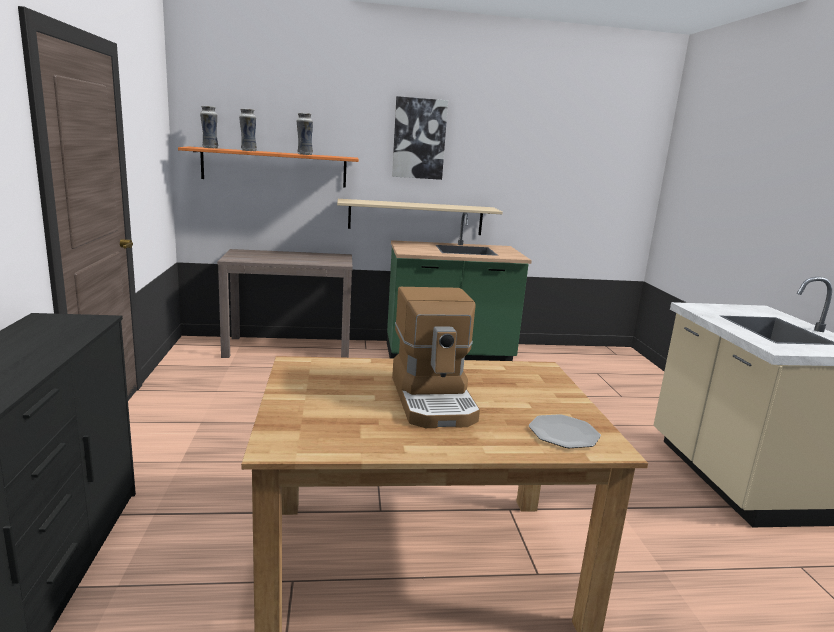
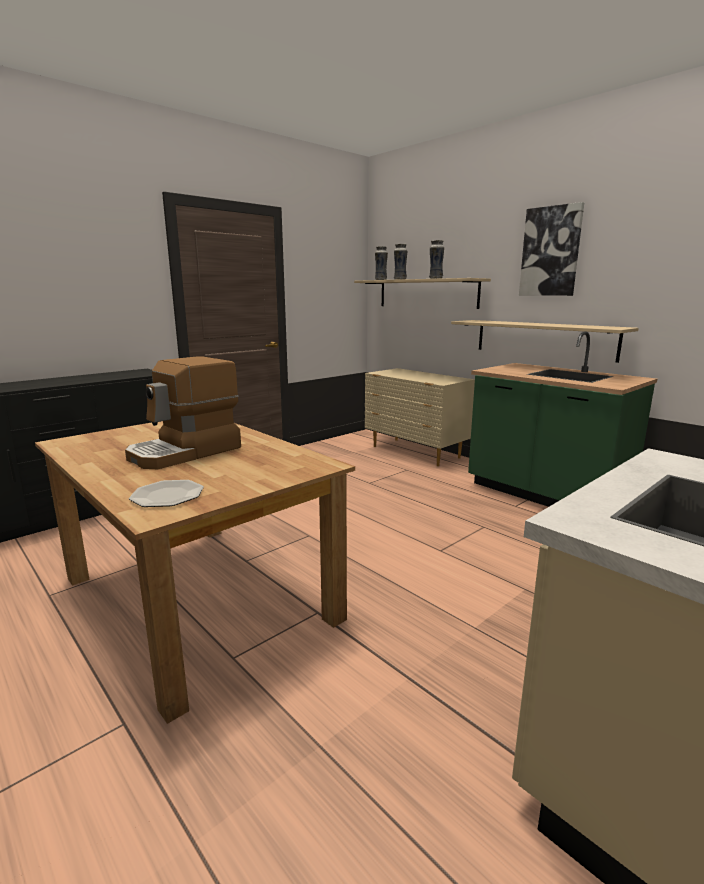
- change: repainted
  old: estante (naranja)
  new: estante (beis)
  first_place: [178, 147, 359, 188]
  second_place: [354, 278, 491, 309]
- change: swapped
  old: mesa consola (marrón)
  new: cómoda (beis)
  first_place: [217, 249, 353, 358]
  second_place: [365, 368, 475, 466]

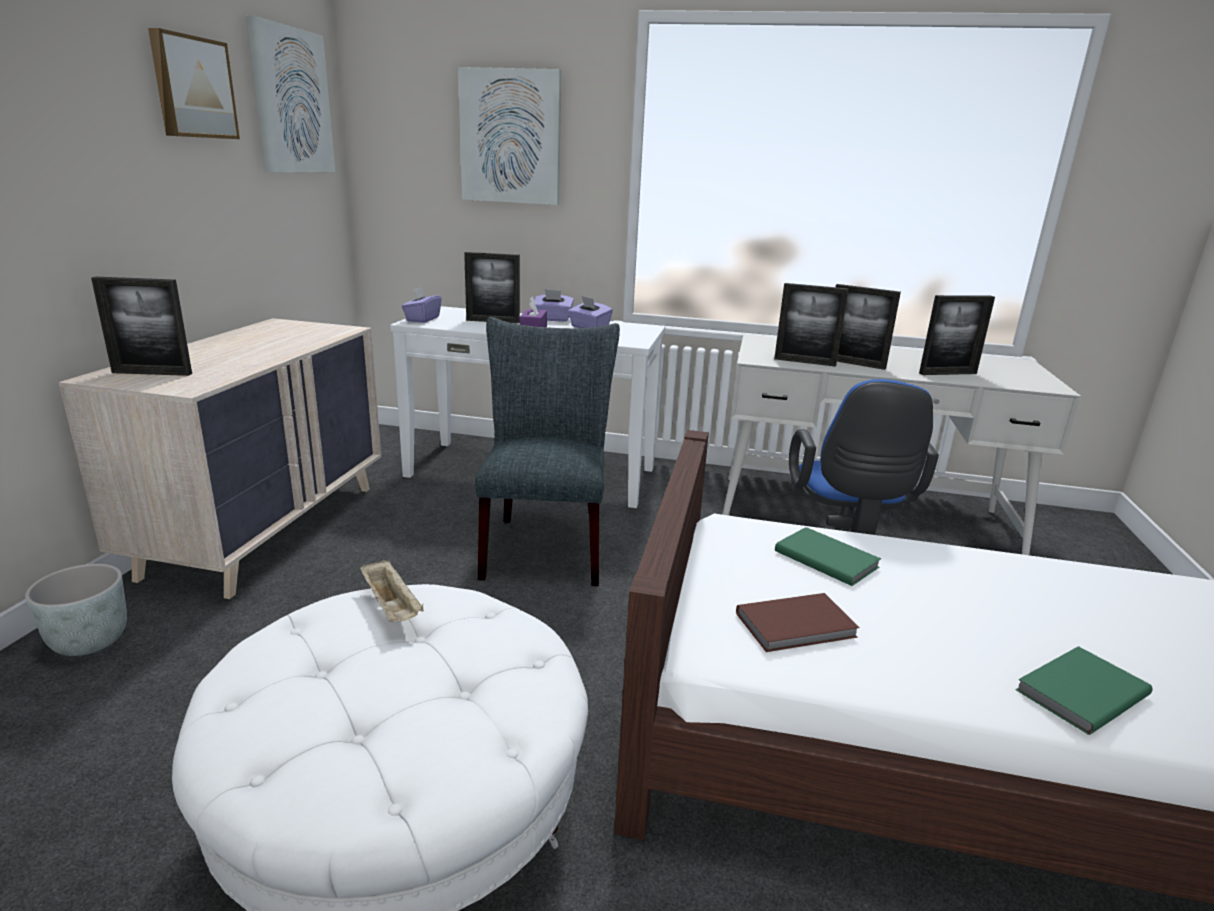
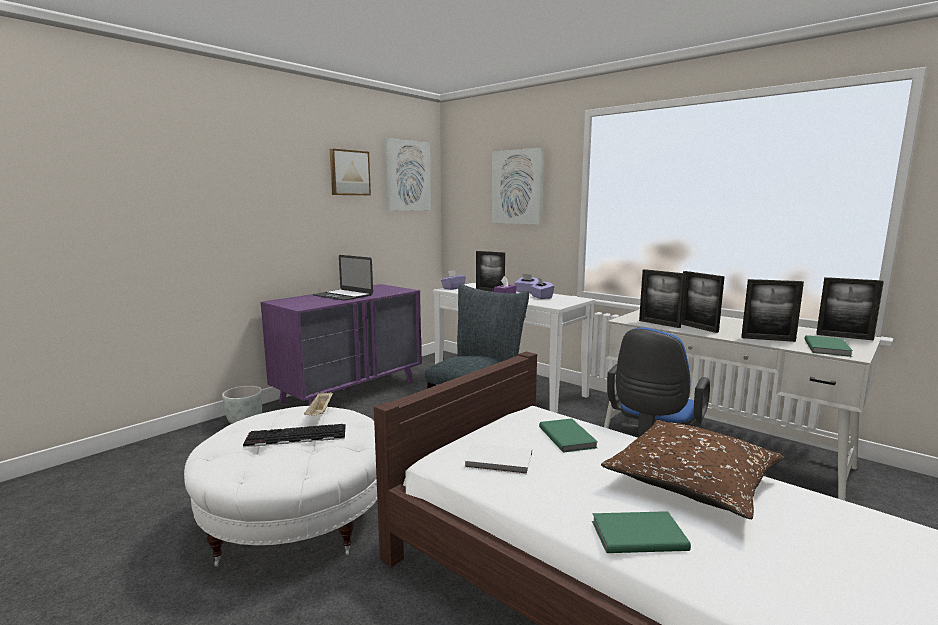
- change: new
  new: teclado
  second_place: [243, 424, 346, 447]
- change: repainted
  old: cómoda (beis)
  new: cómoda (morado)
  first_place: [59, 318, 381, 599]
  second_place: [261, 284, 422, 406]
- change: new
  new: portátil
  second_place: [313, 255, 373, 301]
- change: repainted
  old: libro (marrón)
  new: libro (blanco)
  first_place: [736, 593, 860, 652]
  second_place: [464, 443, 532, 475]
- change: new
  new: cojín (marrón)
  second_place: [601, 420, 783, 519]
- change: new
  new: libro (verde)
  second_place: [804, 335, 853, 357]
- change: shifted
  old: portarretratos
  first_place: [91, 277, 192, 376]
  second_place: [816, 277, 884, 340]

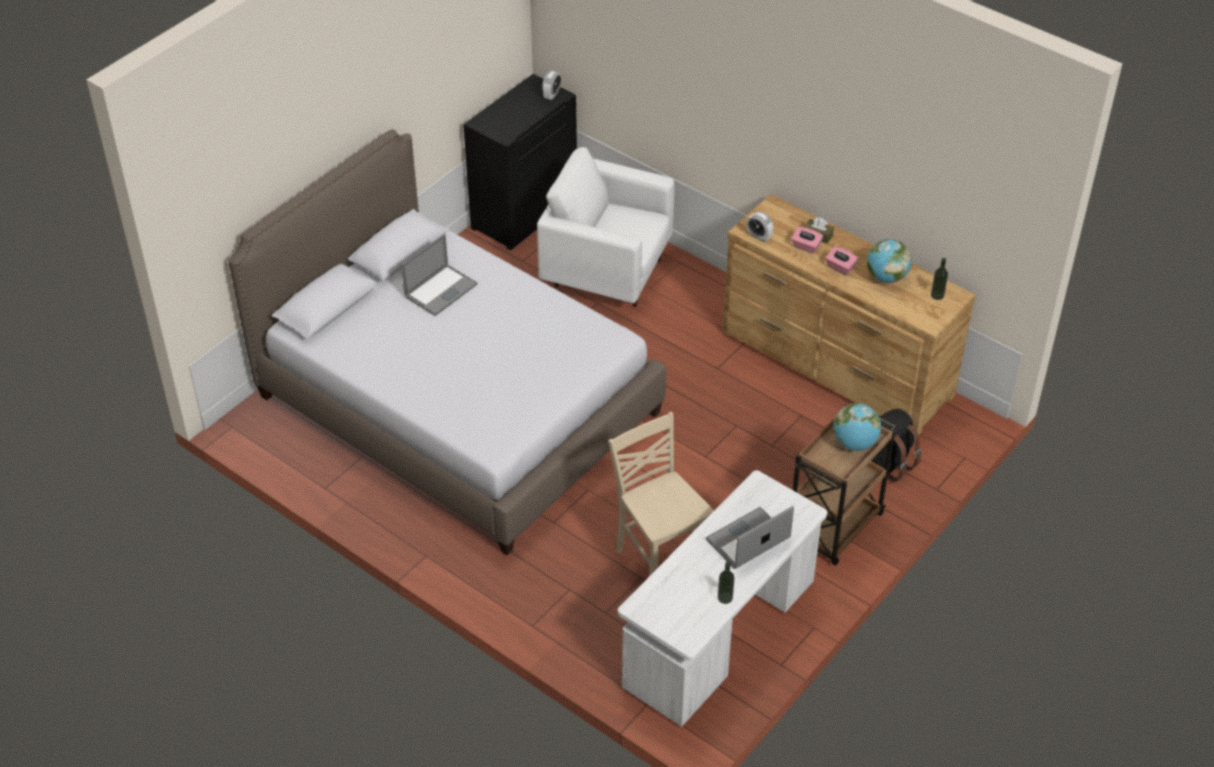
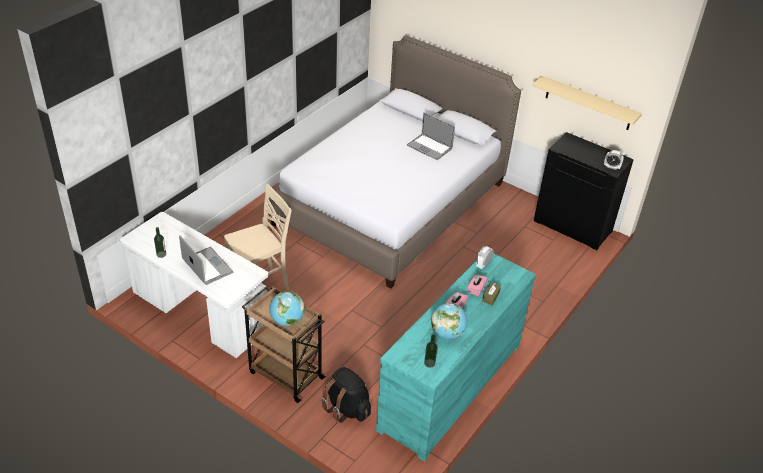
- change: repainted
  old: cómoda (marrón)
  new: cómoda (turquesa)
  first_place: [722, 194, 976, 434]
  second_place: [376, 253, 536, 461]
- change: new
  new: estante (beis)
  second_place: [533, 76, 642, 130]
- change: gone
  old: sillón (blanco)
  first_place: [537, 147, 675, 307]

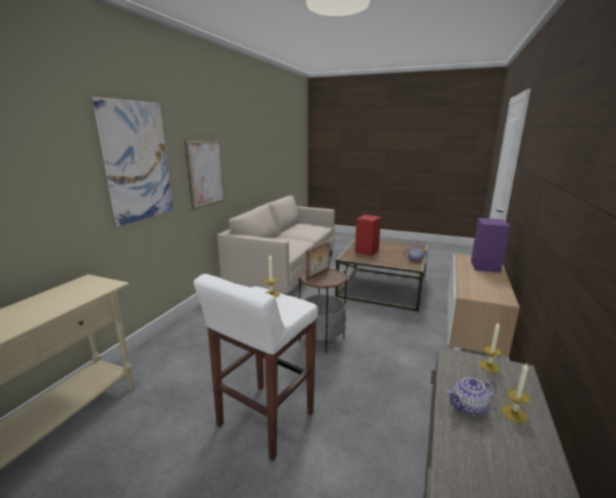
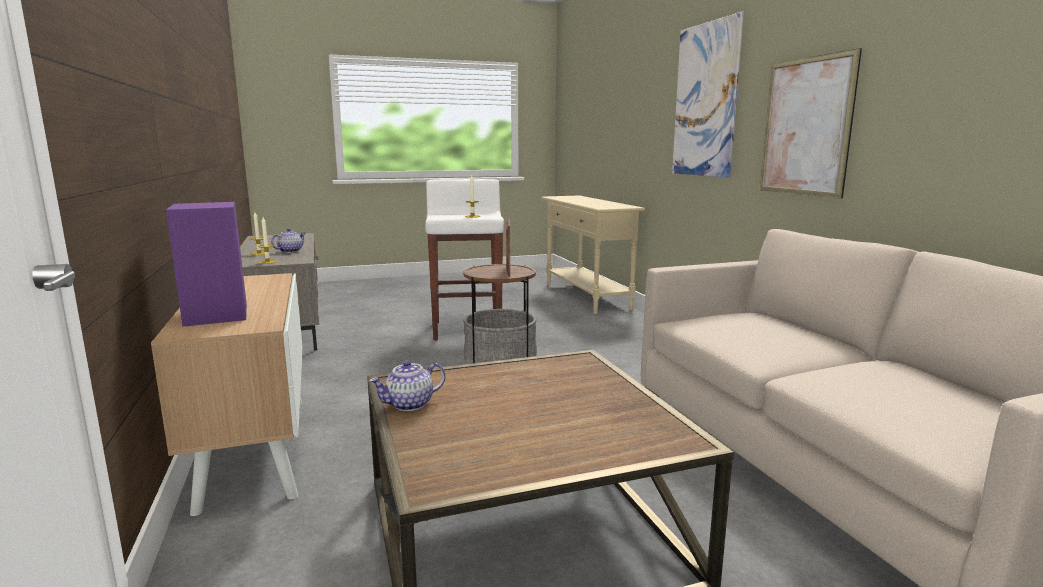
- change: gone
  old: altavoz (rojo)
  first_place: [355, 215, 381, 256]

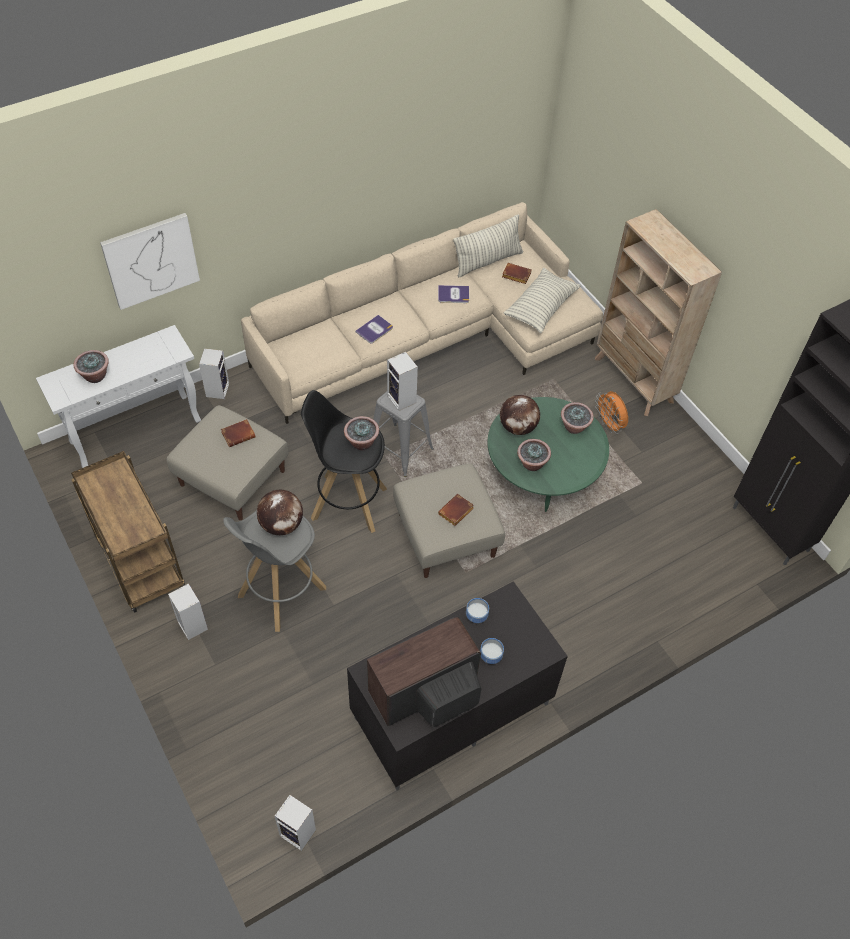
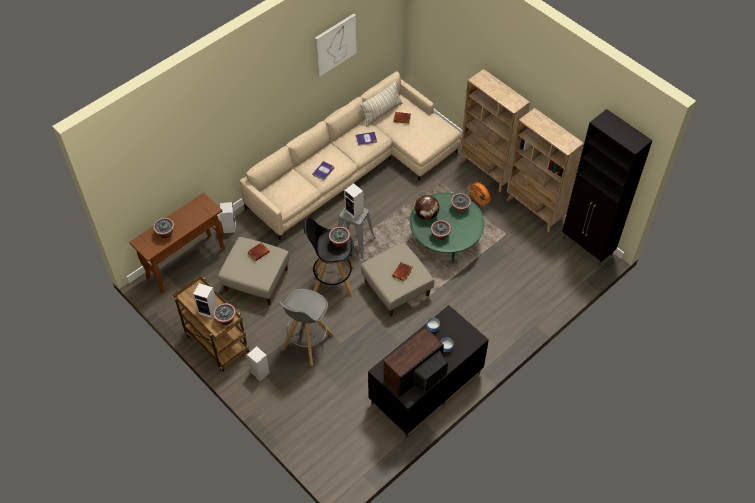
- change: repainted
  old: mesa consola (blanco)
  new: mesa consola (marrón)
  first_place: [36, 325, 201, 468]
  second_place: [129, 192, 226, 293]
- change: shifted
  old: altavoz
  first_place: [275, 795, 316, 851]
  second_place: [193, 283, 217, 318]
- change: new
  new: planta en maceta
  second_place: [213, 303, 236, 325]
- change: shifted
  old: cuadro
  first_place: [100, 213, 200, 310]
  second_place: [315, 13, 357, 77]
- change: new
  new: estantería (beis)
  second_place: [507, 108, 584, 233]
- change: gone
  old: globo terráqueo
  first_place: [257, 490, 303, 535]
- change: gone
  old: cojín
  first_place: [504, 268, 581, 333]

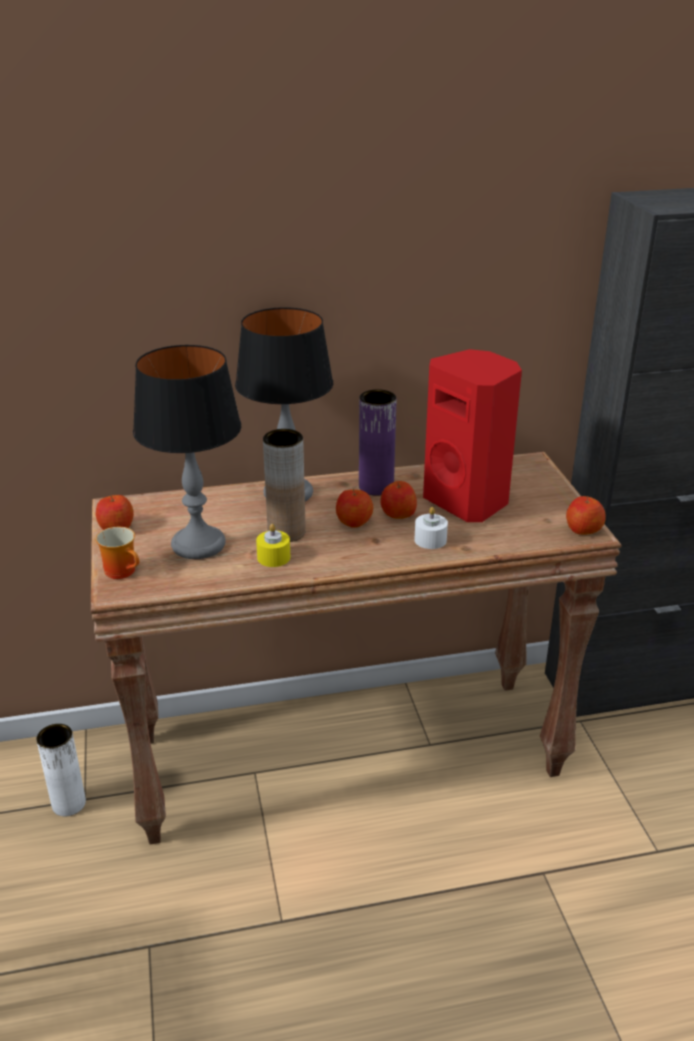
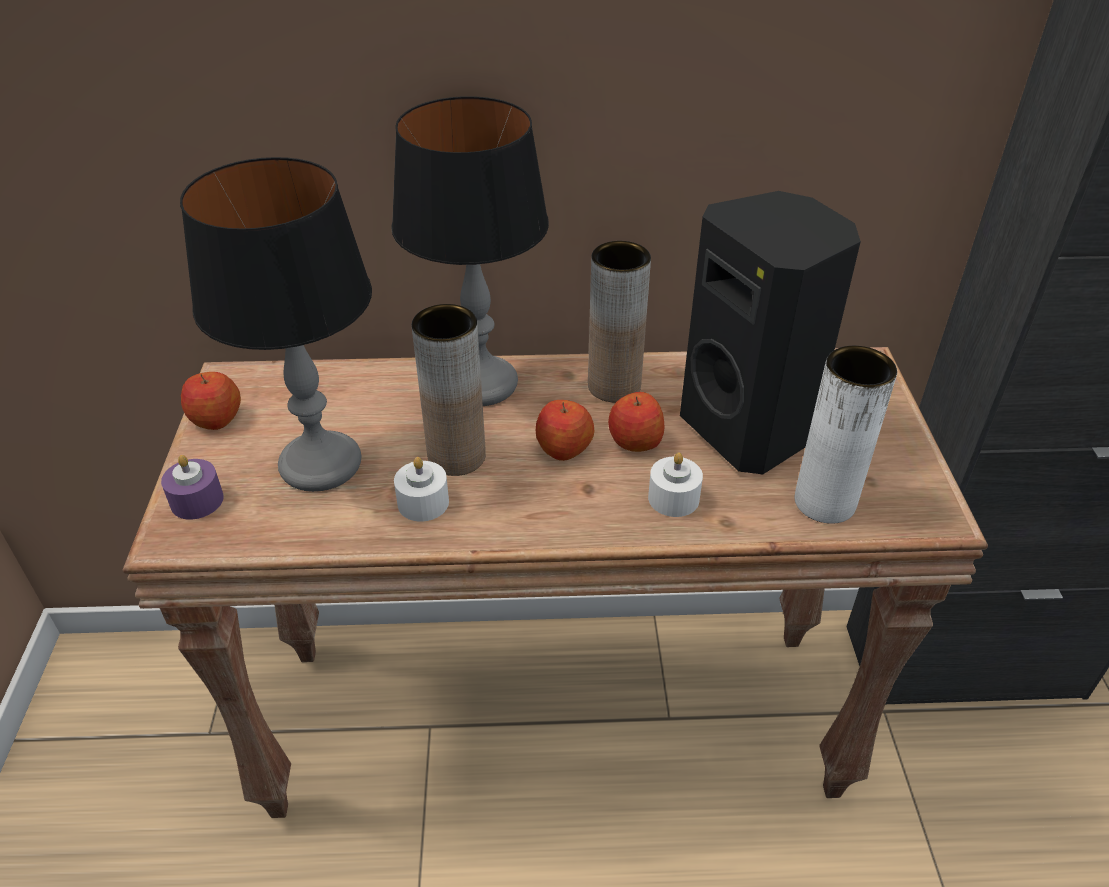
- change: swapped
  old: taza grande
  new: vela (morado)
  first_place: [96, 527, 139, 579]
  second_place: [161, 455, 224, 519]
- change: repainted
  old: vela (amarillo)
  new: vela (blanco)
  first_place: [256, 524, 290, 567]
  second_place: [394, 457, 449, 522]
- change: repainted
  old: florero (morado)
  new: florero (marrón)
  first_place: [359, 389, 397, 496]
  second_place: [588, 241, 651, 402]
- change: repainted
  old: altavoz (rojo)
  new: altavoz (negro)
  first_place: [423, 349, 522, 522]
  second_place: [680, 191, 861, 474]
- change: shifted
  old: florero (blanco)
  first_place: [36, 724, 86, 816]
  second_place: [794, 346, 897, 524]
- change: gone
  old: manzana
  first_place: [566, 496, 606, 535]

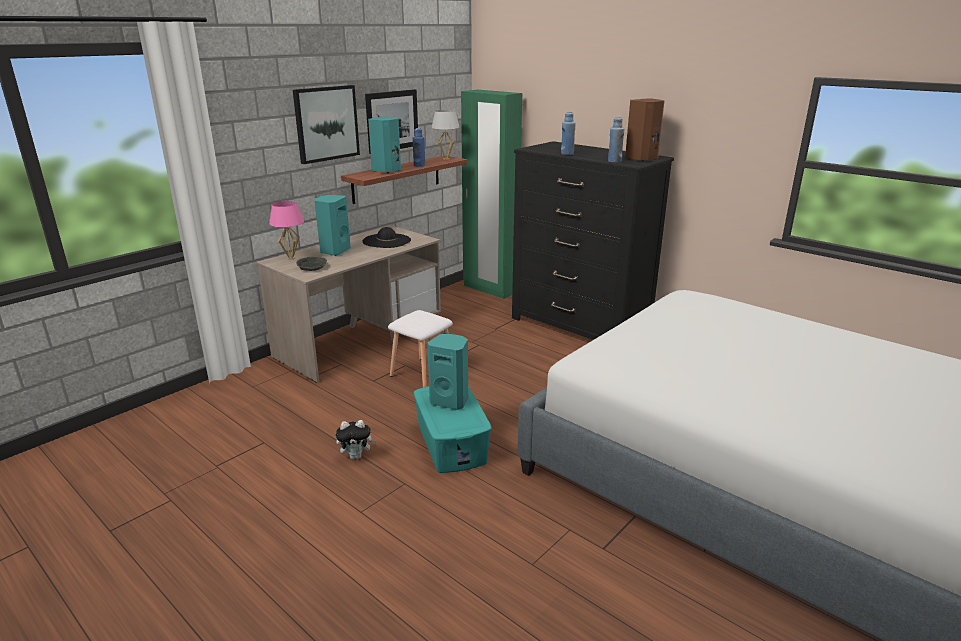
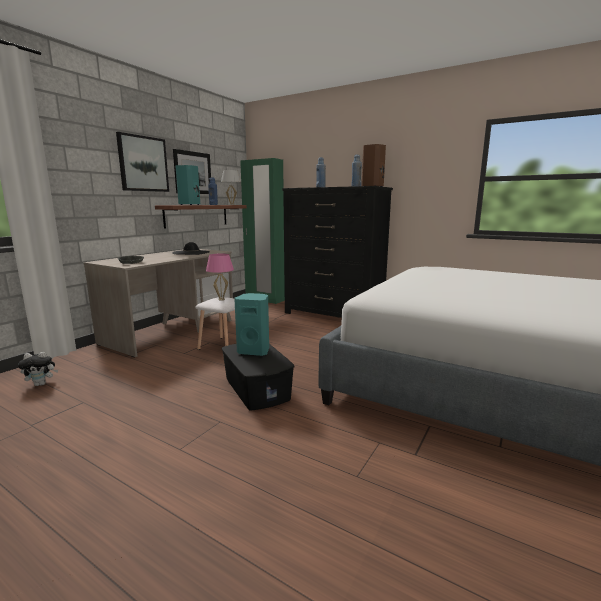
- change: shifted
  old: peluche
  first_place: [336, 420, 377, 459]
  second_place: [18, 352, 58, 386]
- change: shifted
  old: lámpara de mesa (rosa)
  first_place: [269, 201, 304, 260]
  second_place: [206, 254, 234, 301]
- change: repainted
  old: caja de almacenaje (turquesa)
  new: caja de almacenaje (negro)
  first_place: [413, 386, 492, 473]
  second_place: [222, 343, 295, 410]
- change: gone
  old: altavoz (turquesa)
  first_place: [315, 195, 351, 256]

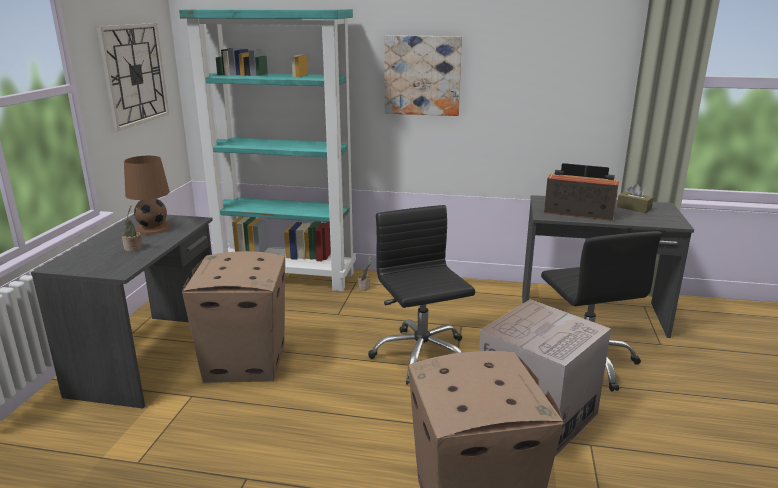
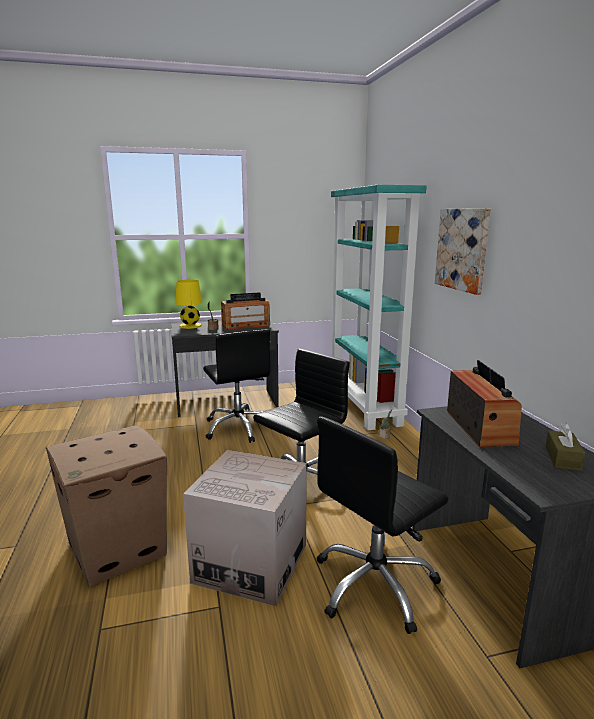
- change: new
  new: lámpara de mesa (amarillo)
  second_place: [175, 280, 202, 329]
- change: swapped
  old: caja de cartón
  new: silla de oficina (negro)
  first_place: [182, 251, 285, 383]
  second_place: [203, 329, 270, 443]
- change: swapped
  old: lámpara de mesa (marrón)
  new: radio
  first_place: [124, 156, 171, 235]
  second_place: [221, 292, 270, 330]
- change: gone
  old: reloj de pared
  first_place: [97, 23, 169, 131]

